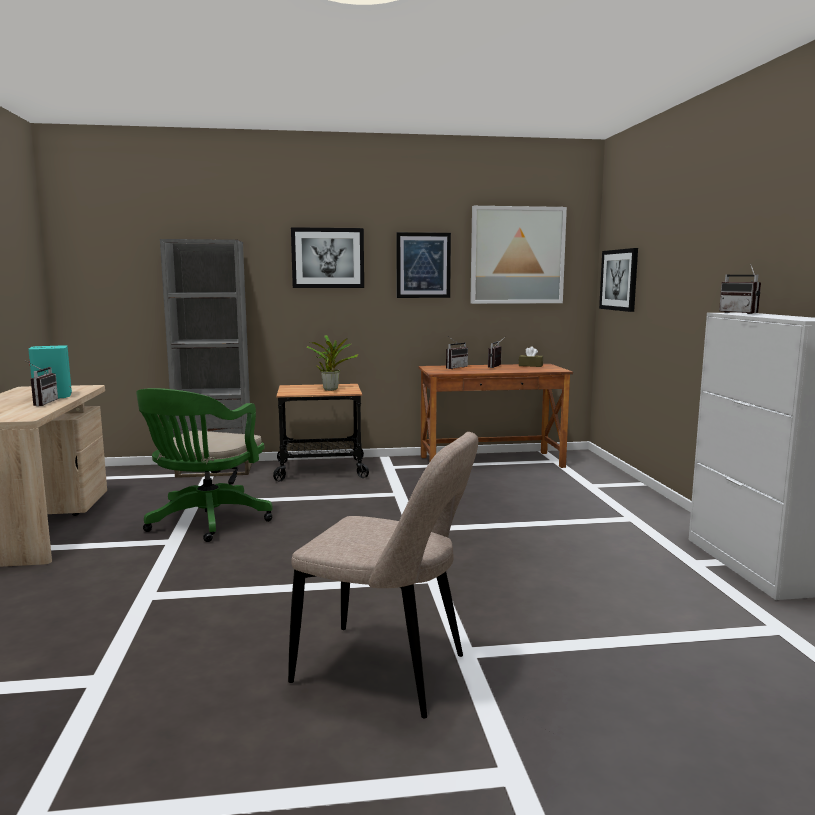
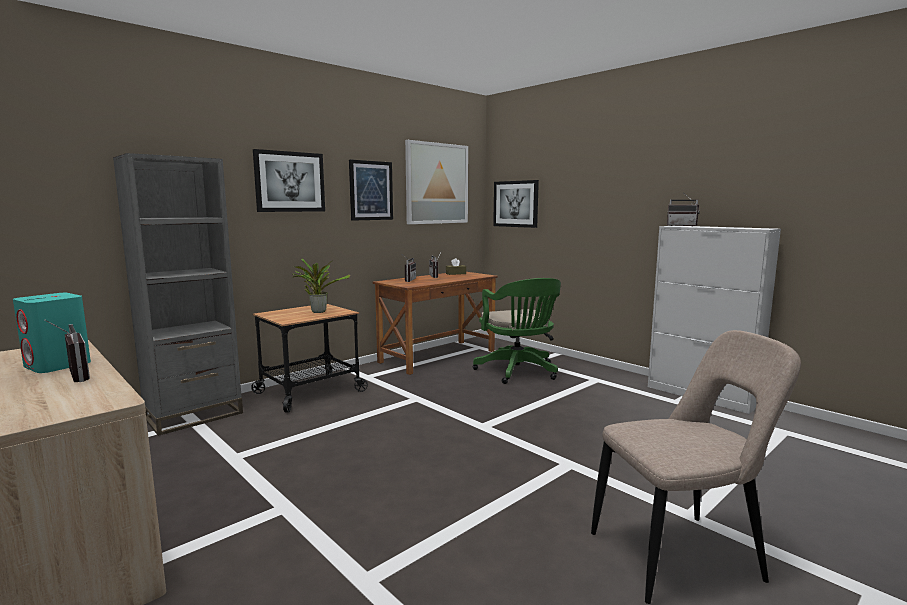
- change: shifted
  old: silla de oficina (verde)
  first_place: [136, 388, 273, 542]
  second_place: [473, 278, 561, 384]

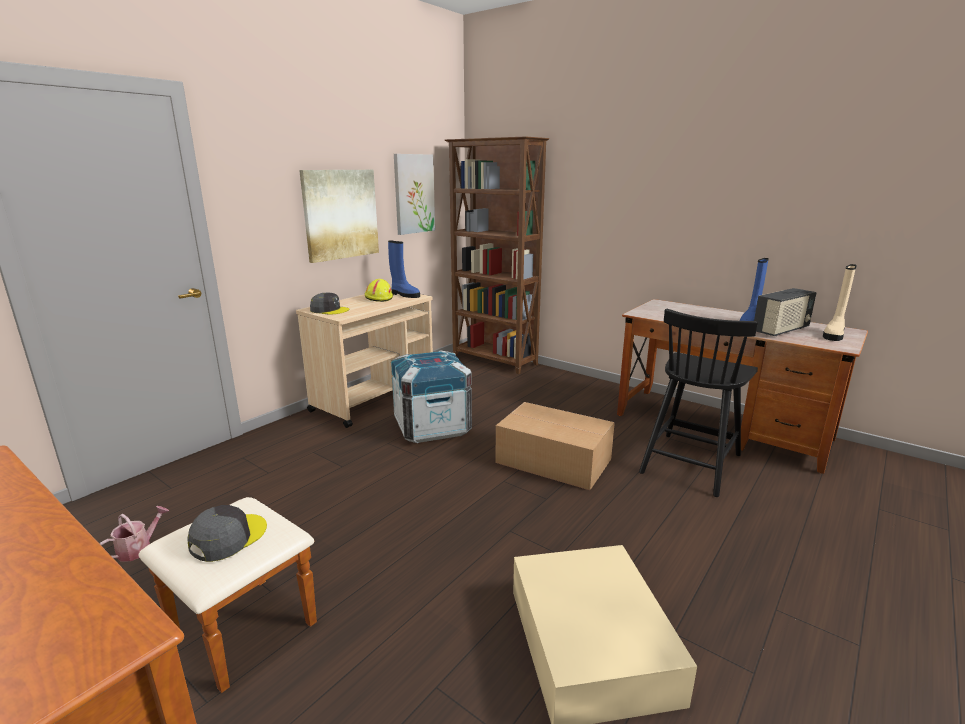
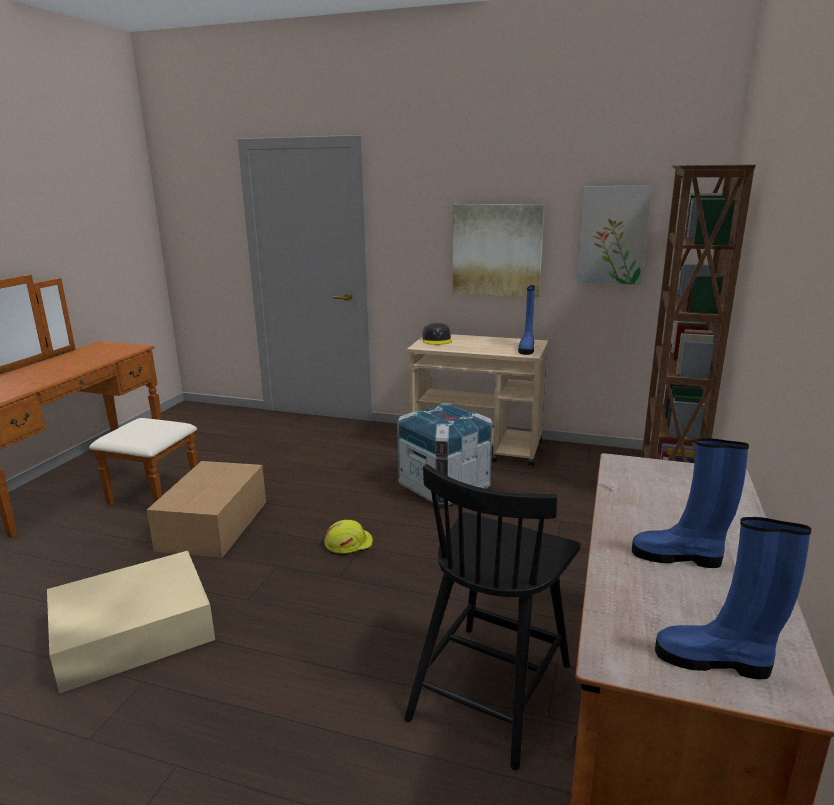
- change: shifted
  old: caja de cartón
  first_place: [495, 402, 615, 490]
  second_place: [147, 461, 266, 558]
- change: shifted
  old: casco (amarillo)
  first_place: [365, 279, 393, 302]
  second_place: [324, 520, 373, 555]
- change: rotated
  old: silla (negro)
  first_place: [639, 309, 758, 497]
  second_place: [404, 464, 580, 770]
  degrees: -75
- change: repainted
  old: bota (beis)
  new: bota (azul)
  first_place: [823, 264, 857, 341]
  second_place: [655, 517, 811, 679]
- change: gone
  old: regadera
  first_place: [99, 506, 169, 562]
- change: gone
  old: gorra (gris)
  first_place: [188, 505, 267, 562]
- change: gone
  old: radio
  first_place: [754, 288, 816, 336]

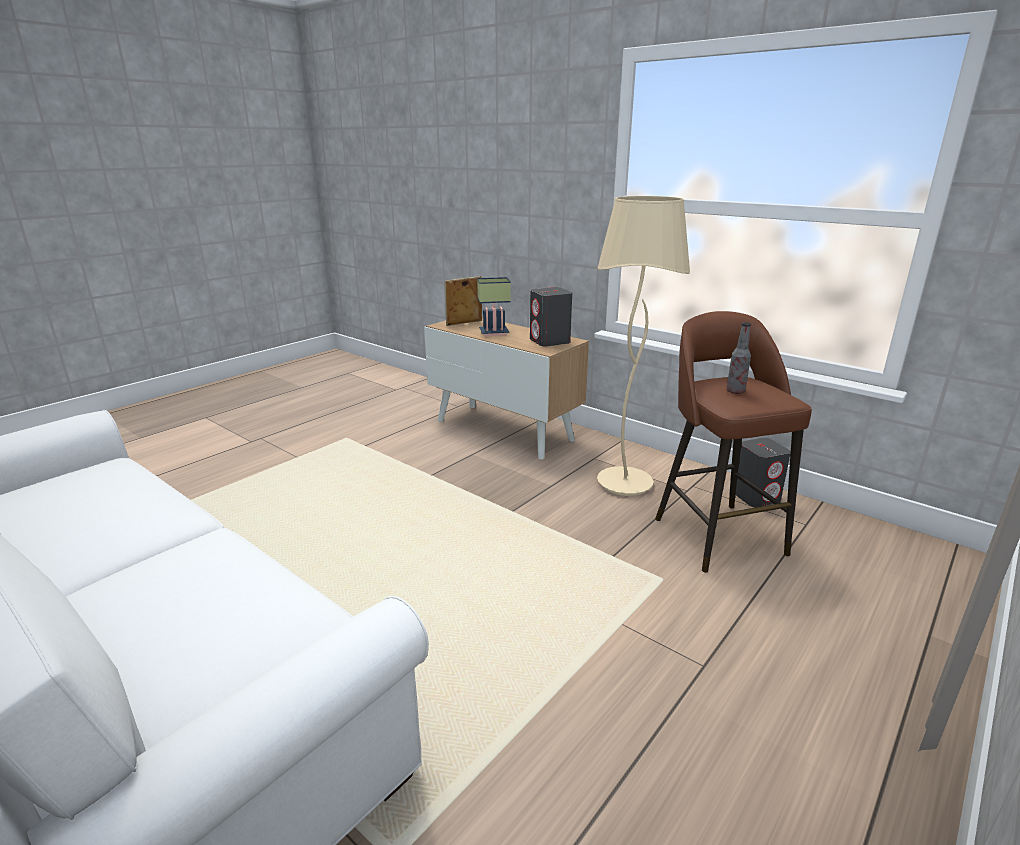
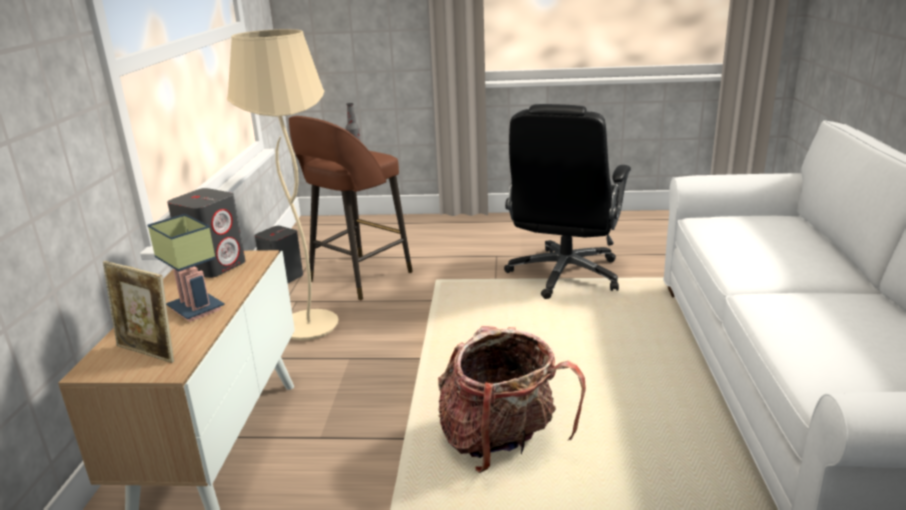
- change: new
  new: mochila
  second_place: [438, 326, 586, 473]
- change: new
  new: silla de oficina (negro)
  second_place: [504, 104, 631, 299]

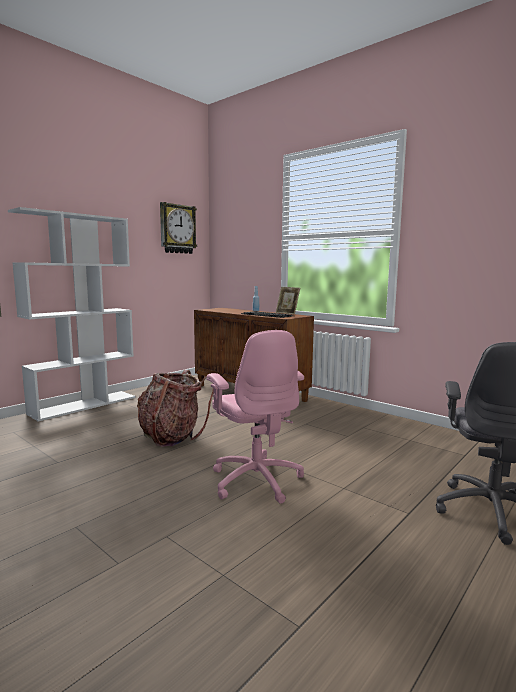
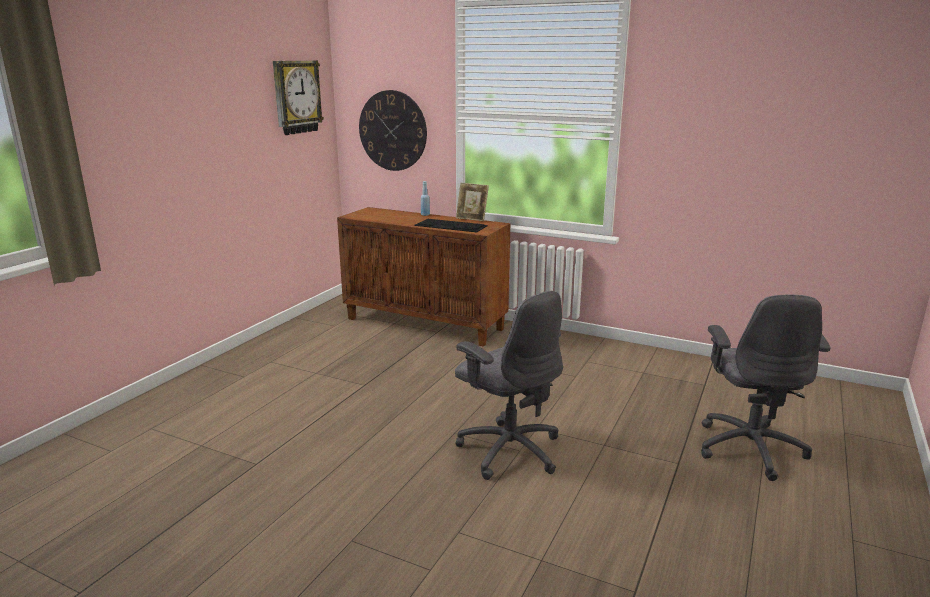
- change: new
  new: reloj de pared
  second_place: [359, 90, 427, 171]
- change: repainted
  old: silla de oficina (rosa)
  new: silla de oficina (gris)
  first_place: [207, 330, 304, 504]
  second_place: [455, 291, 563, 480]
- change: gone
  old: estantería (blanco)
  first_place: [8, 207, 135, 422]
- change: gone
  old: mochila
  first_place: [137, 370, 213, 447]

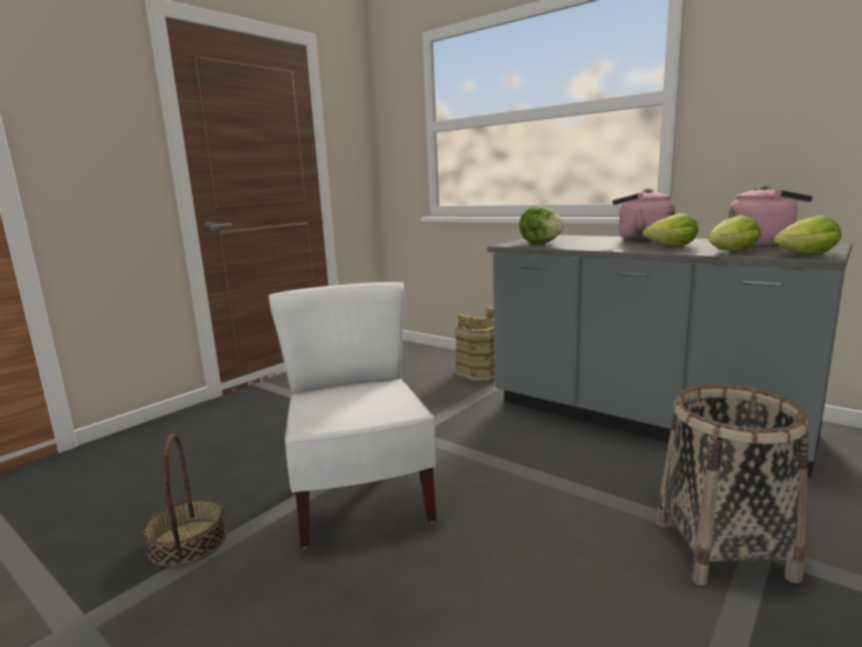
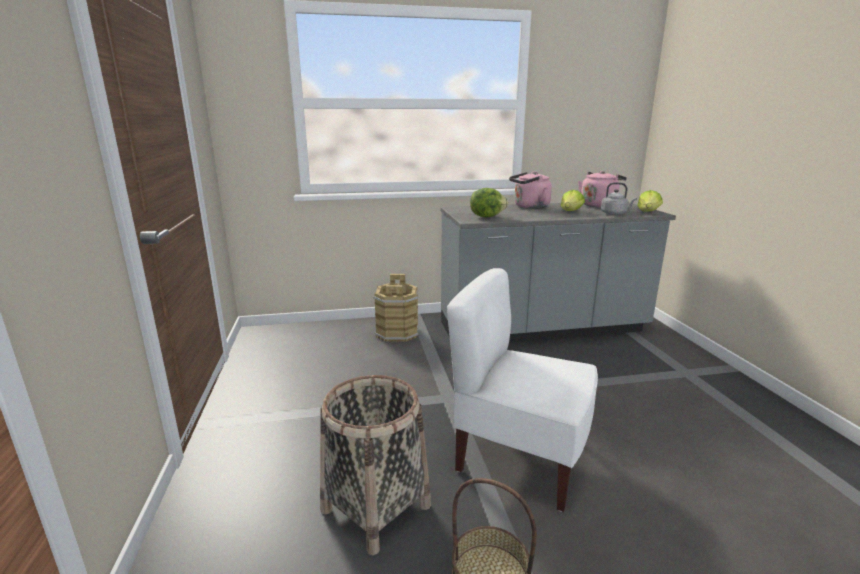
- change: shifted
  old: cesta
  first_place: [656, 385, 809, 585]
  second_place: [320, 375, 431, 555]
- change: swapped
  old: lechuga
  new: hervidor (gris)
  first_place: [708, 215, 761, 251]
  second_place: [601, 182, 637, 215]

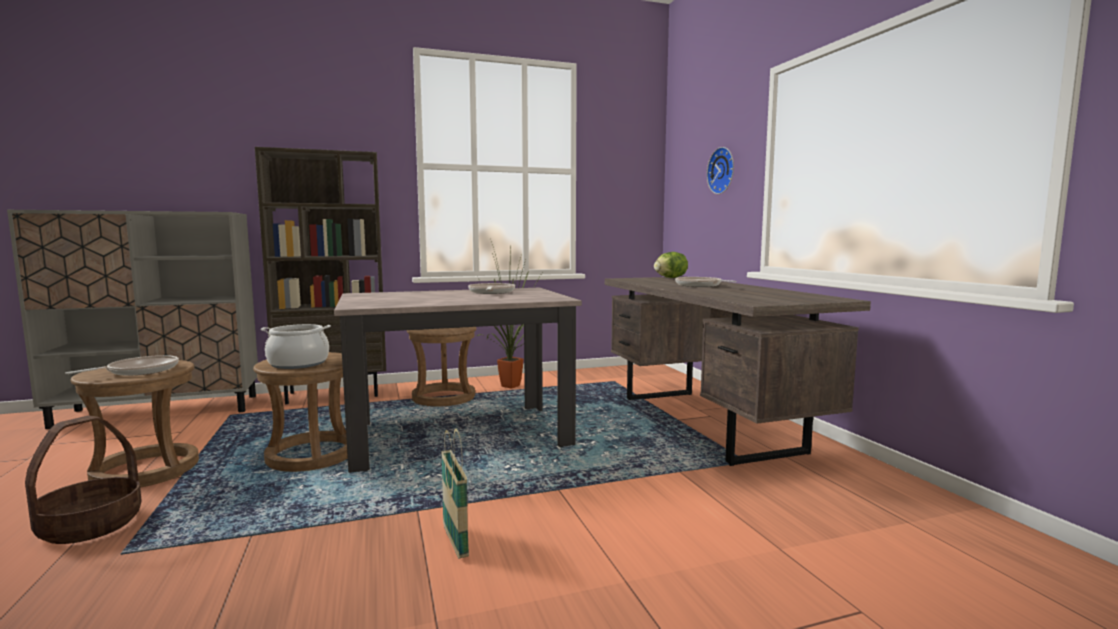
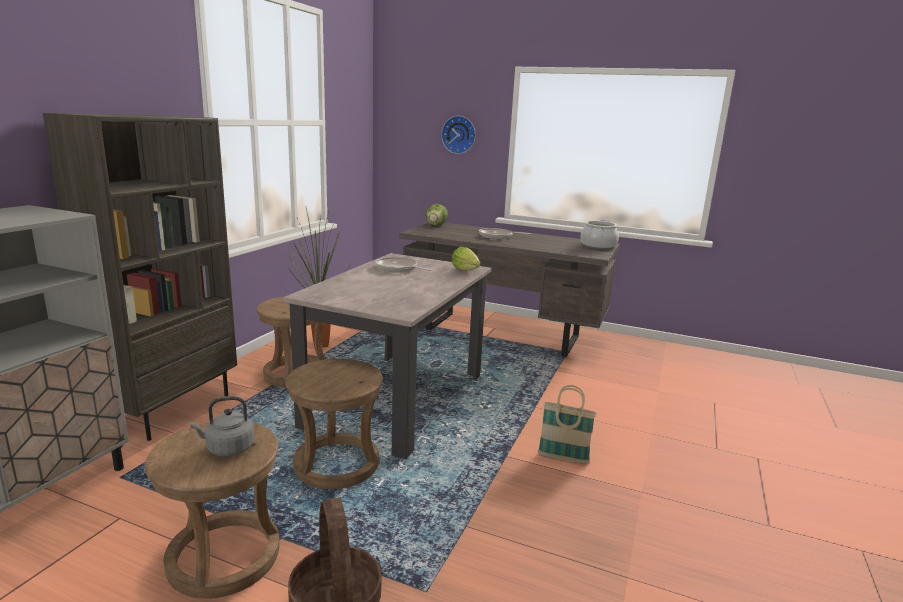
- change: swapped
  old: sartén
  new: hervidor (gris)
  first_place: [65, 355, 179, 376]
  second_place: [190, 396, 255, 457]
- change: new
  new: lechuga
  second_place: [452, 247, 480, 271]
- change: shifted
  old: olla
  first_place: [261, 324, 331, 369]
  second_place: [580, 220, 619, 250]

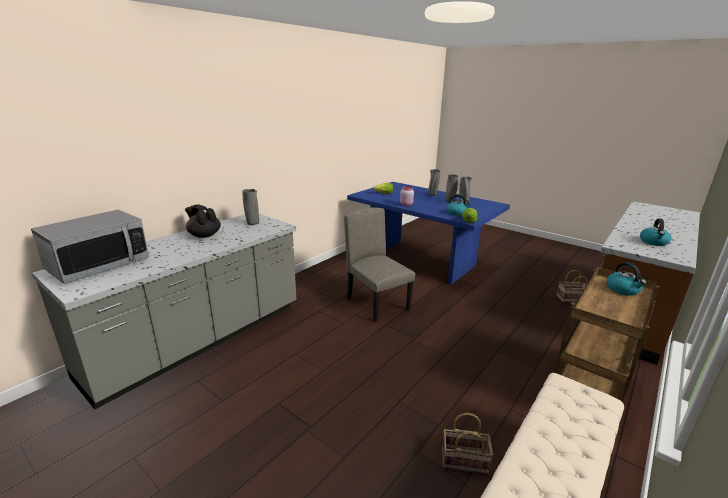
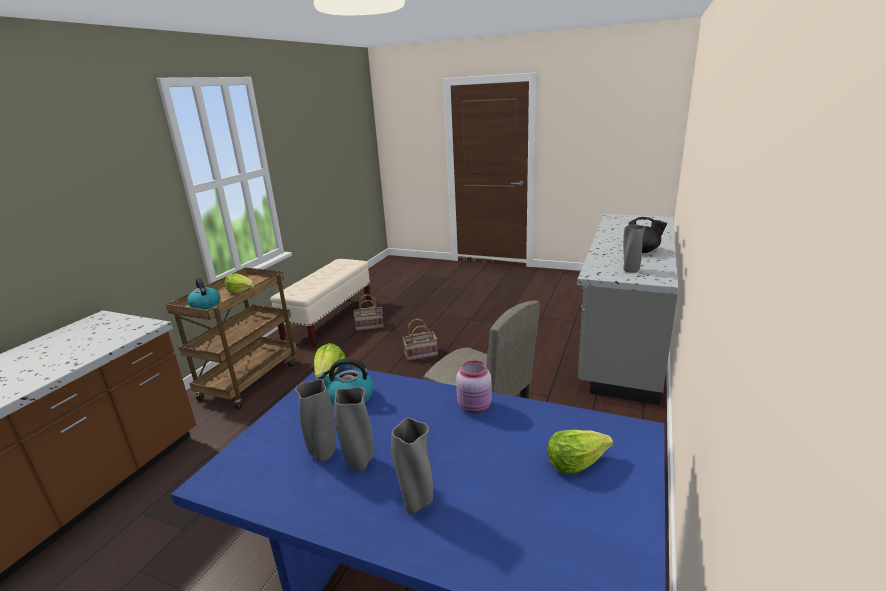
- change: new
  new: lechuga
  second_place: [225, 273, 255, 293]
- change: shifted
  old: cesta
  first_place: [557, 270, 588, 302]
  second_place: [403, 319, 438, 361]
- change: gone
  old: microondas
  first_place: [31, 210, 149, 284]
- change: gone
  old: hervidor
  first_place: [640, 218, 671, 246]

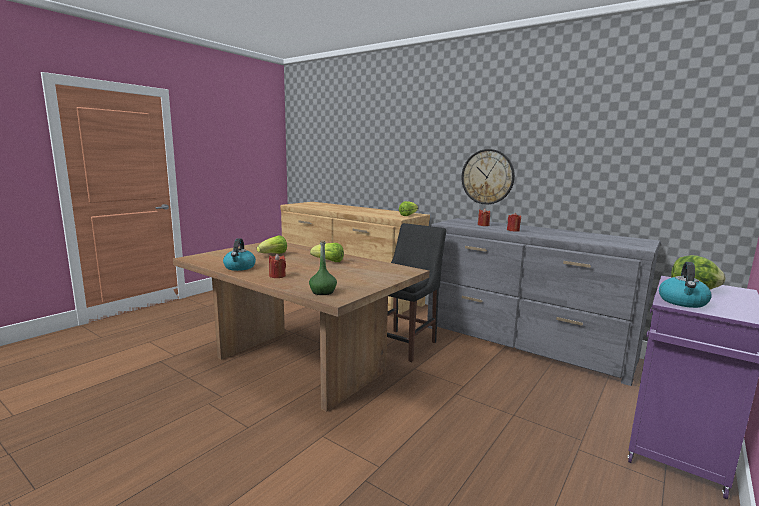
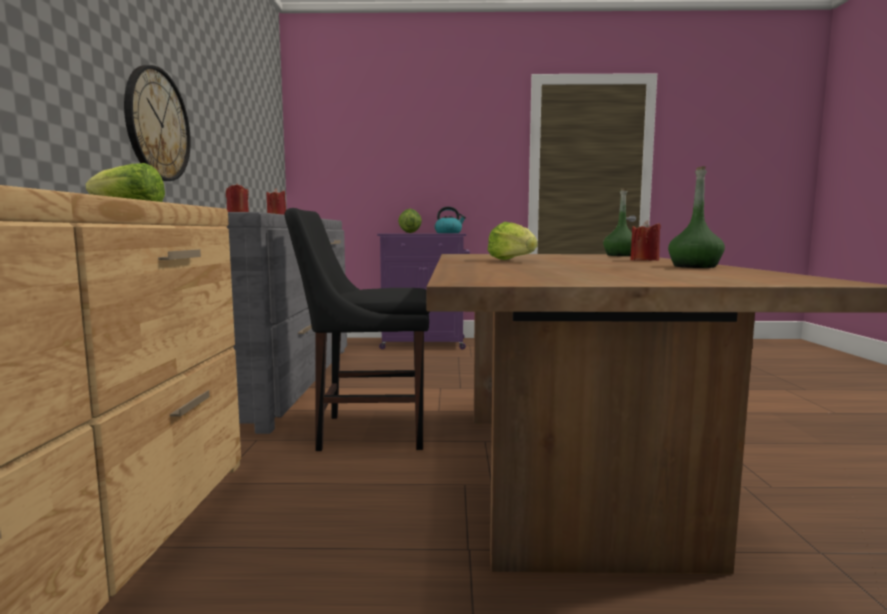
- change: swapped
  old: hervidor
  new: botella (verde)
  first_place: [223, 238, 256, 271]
  second_place: [668, 166, 725, 268]
- change: gone
  old: lechuga
  first_place: [257, 235, 287, 254]

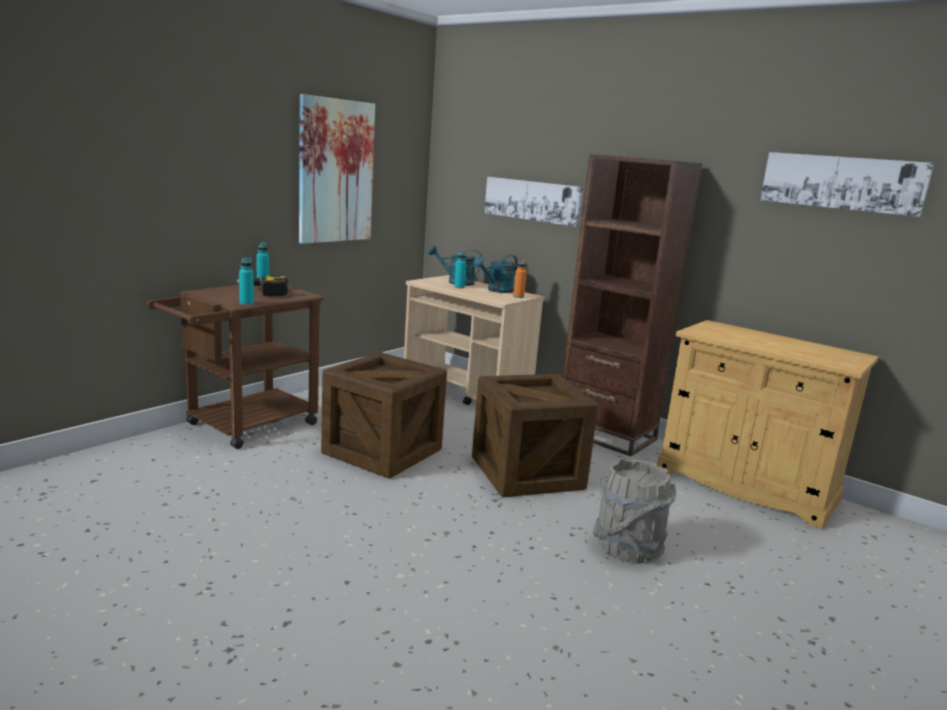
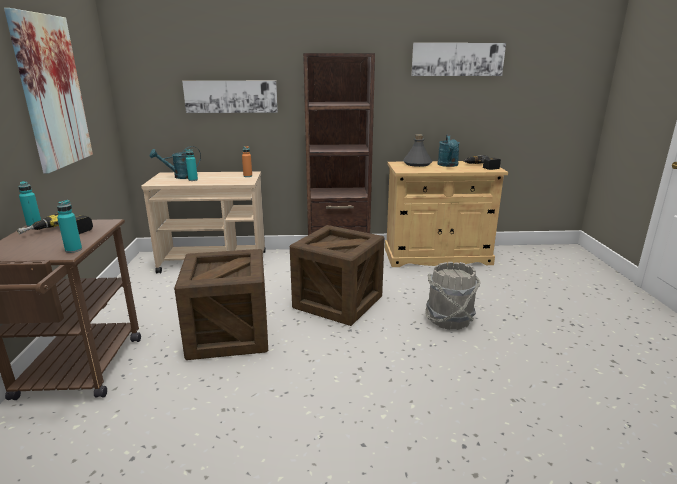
- change: new
  new: botella (gris)
  second_place: [403, 134, 433, 167]
- change: shifted
  old: regadera (turquesa)
  first_place: [473, 255, 518, 293]
  second_place: [438, 134, 460, 167]
- change: new
  new: taladro
  second_place: [464, 155, 501, 170]

